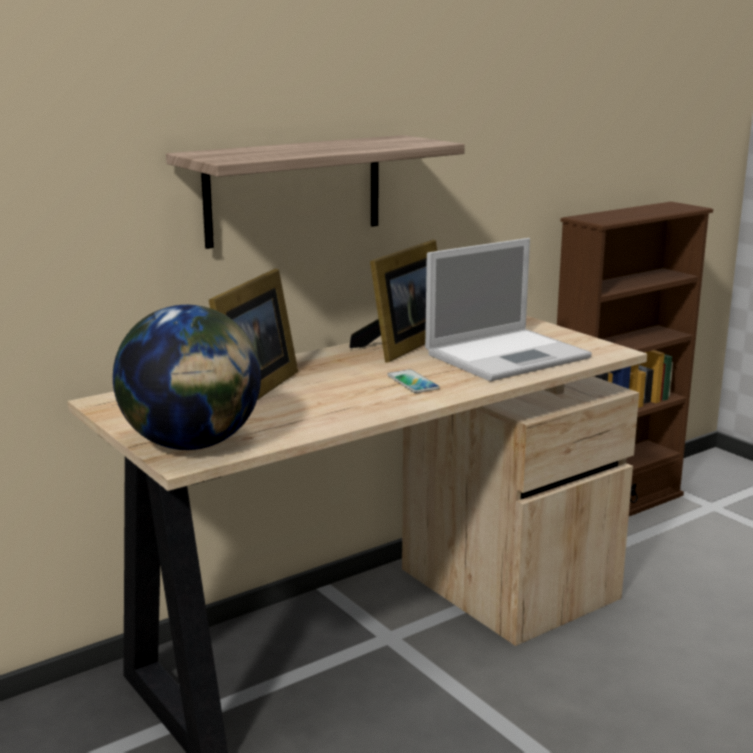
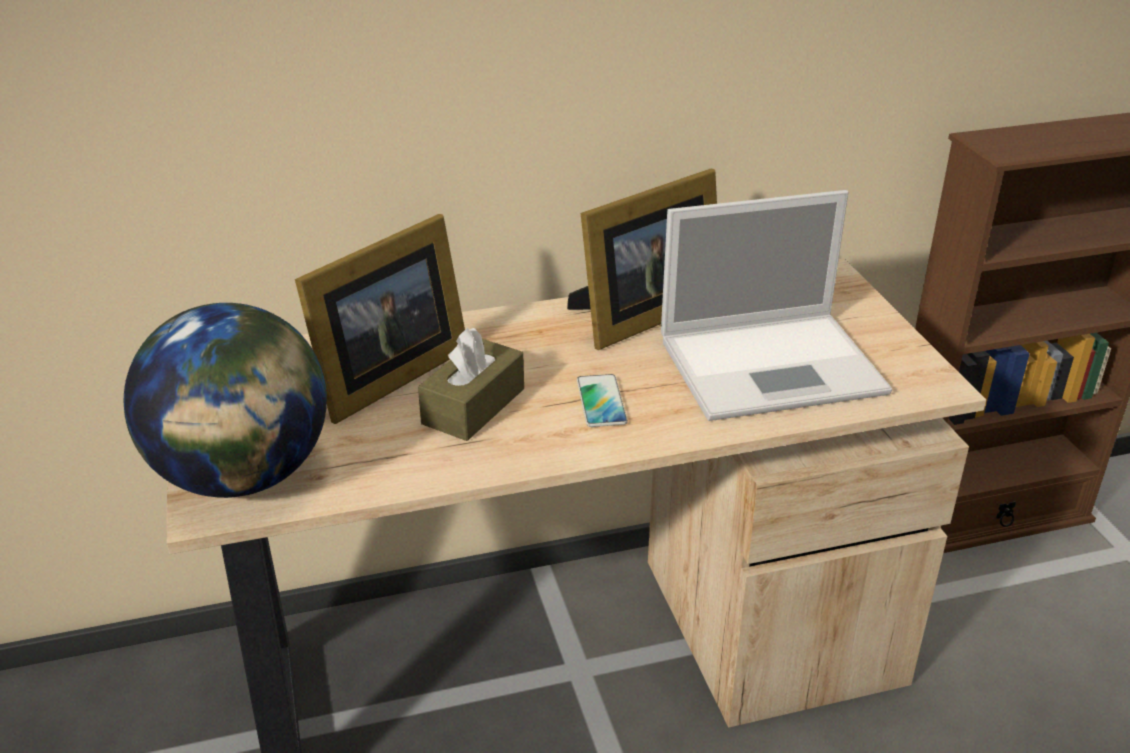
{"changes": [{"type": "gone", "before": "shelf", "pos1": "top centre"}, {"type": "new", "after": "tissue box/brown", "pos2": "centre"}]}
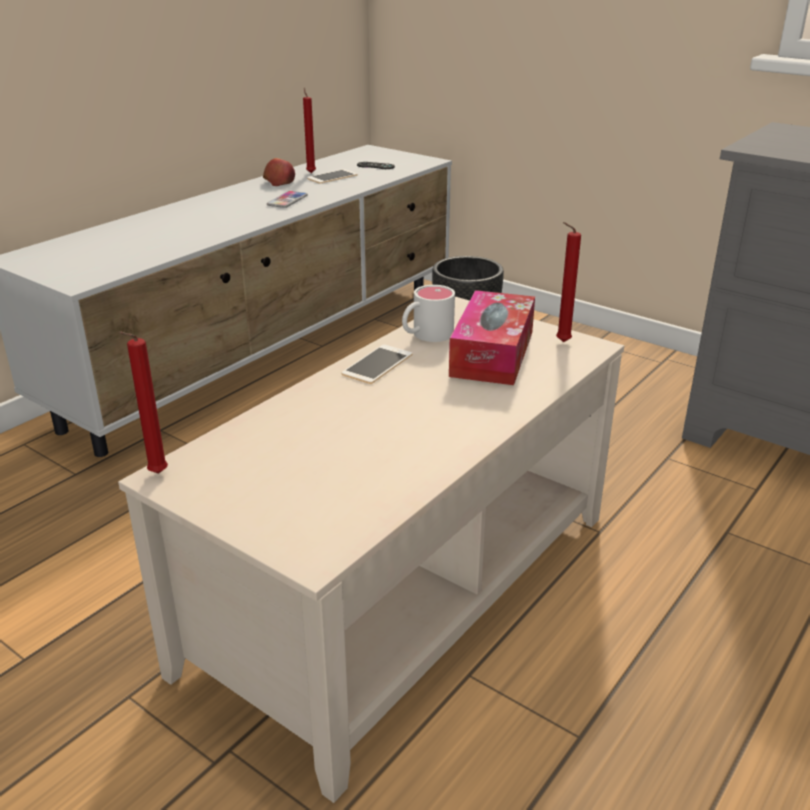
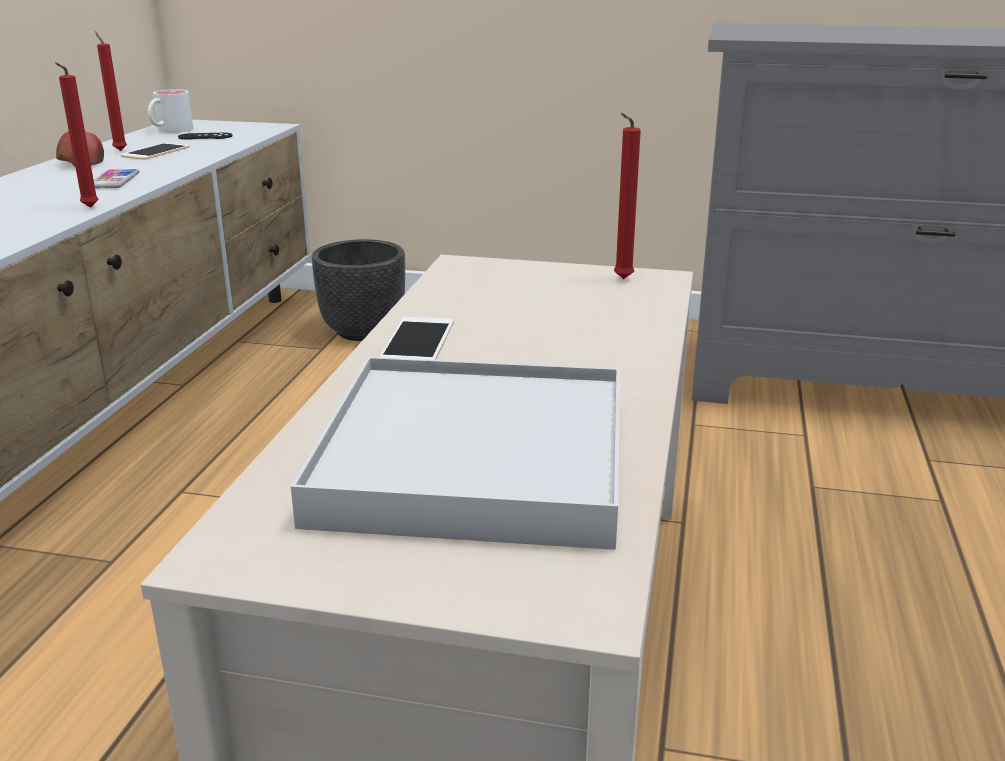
{"changes": [{"type": "gone", "before": "tissue box", "pos1": "centre"}, {"type": "new", "after": "tray/white", "pos2": "centre"}, {"type": "shifted", "before": "candle/red (no. 1 from left)", "pos1": "middle left", "pos2": "top left"}, {"type": "shifted", "before": "mug/white", "pos1": "centre", "pos2": "top left"}]}
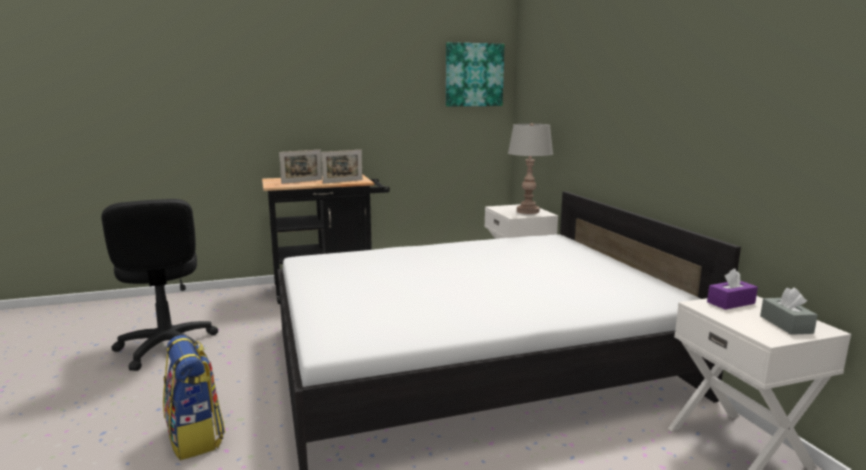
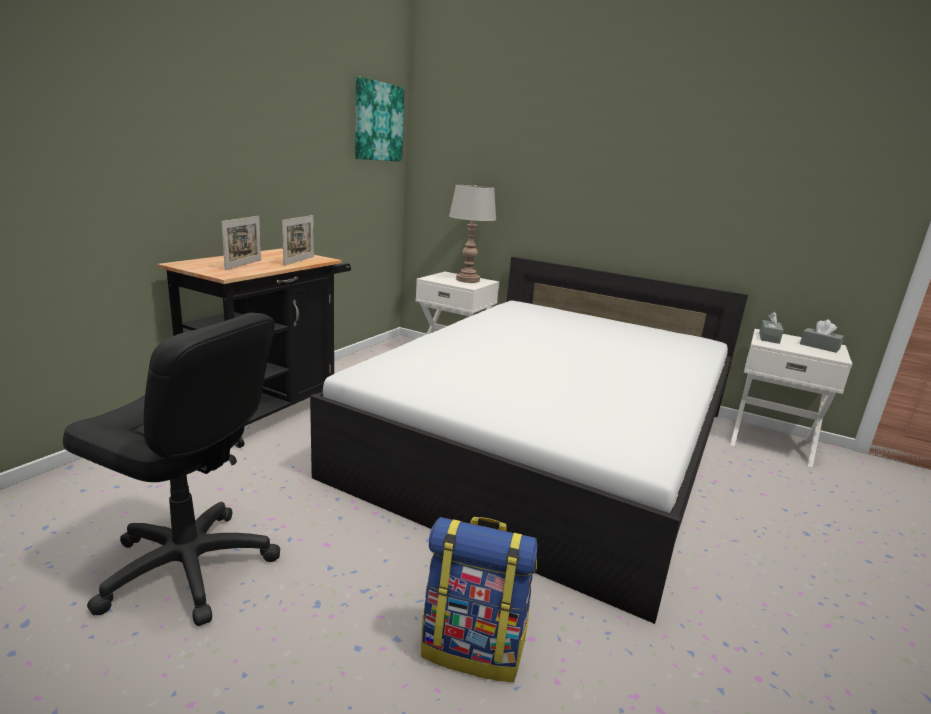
{"changes": [{"type": "repainted", "before": "tissue box/purple", "after": "tissue box/grey (no. 1 from left)", "pos1": "middle right", "pos2": "middle right"}]}
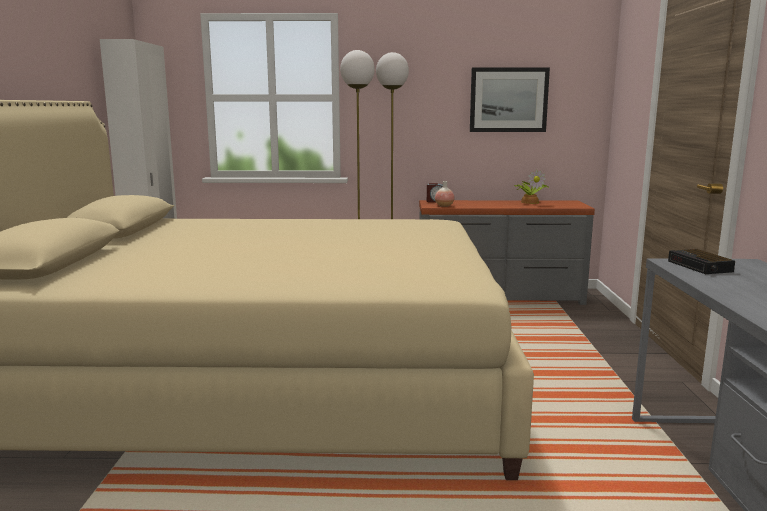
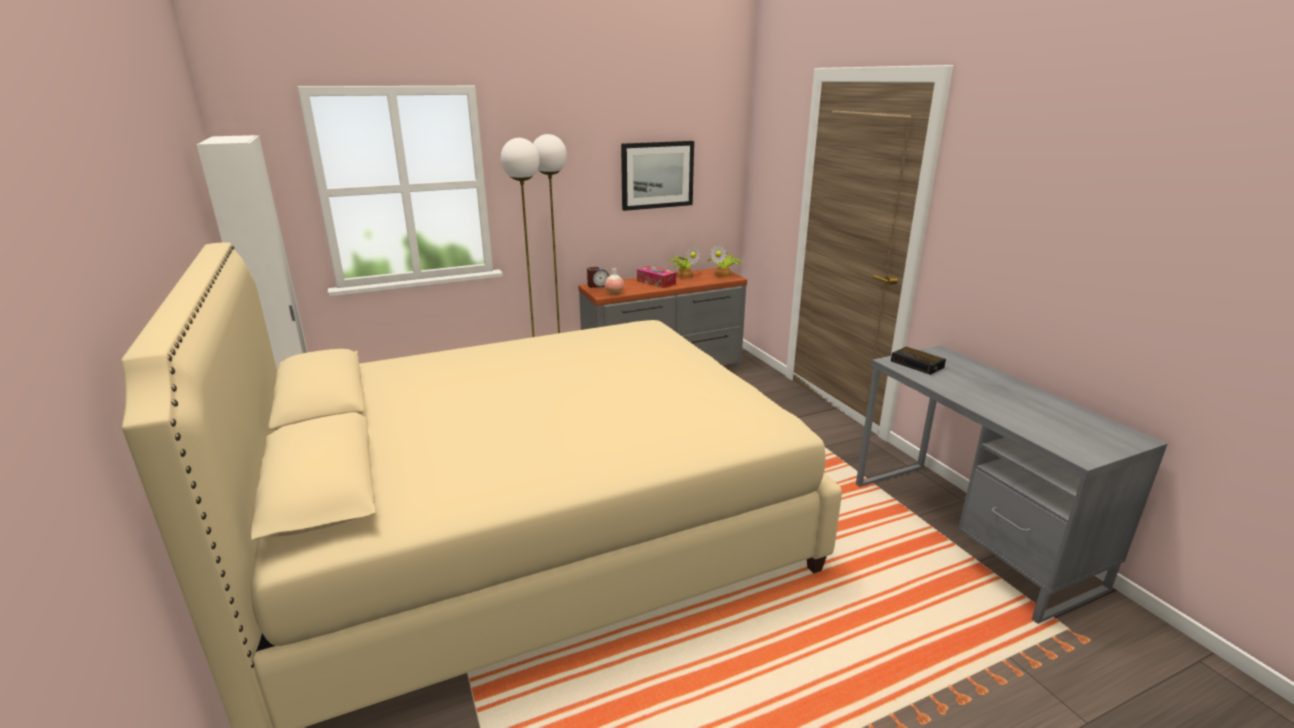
{"changes": [{"type": "new", "after": "tissue box", "pos2": "centre"}, {"type": "new", "after": "potted plant (no. 2 from left)", "pos2": "centre"}]}
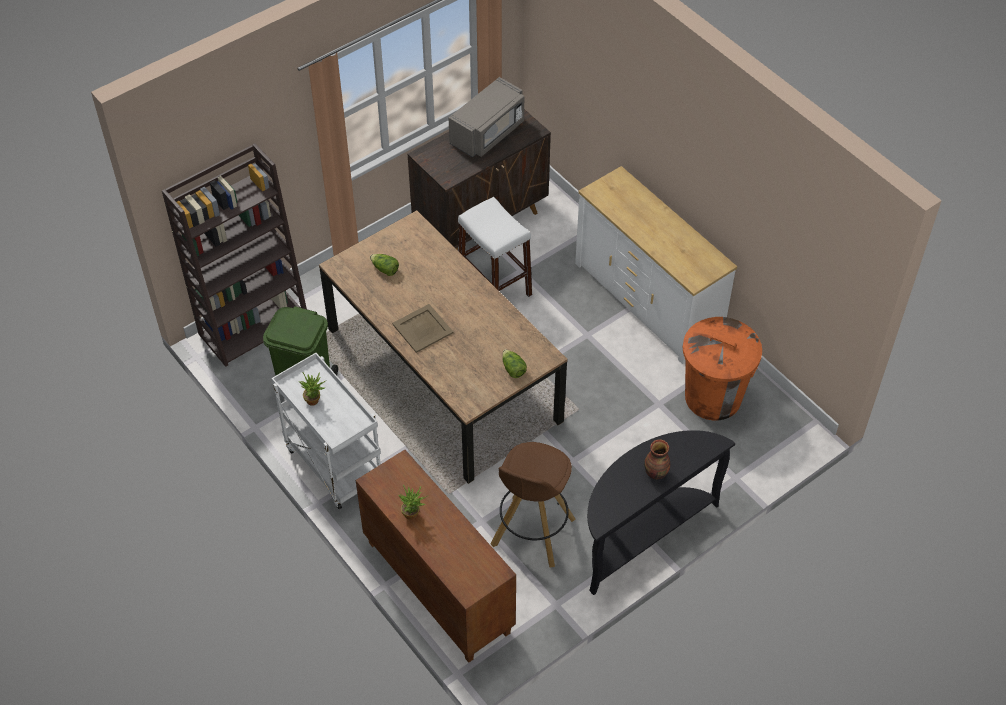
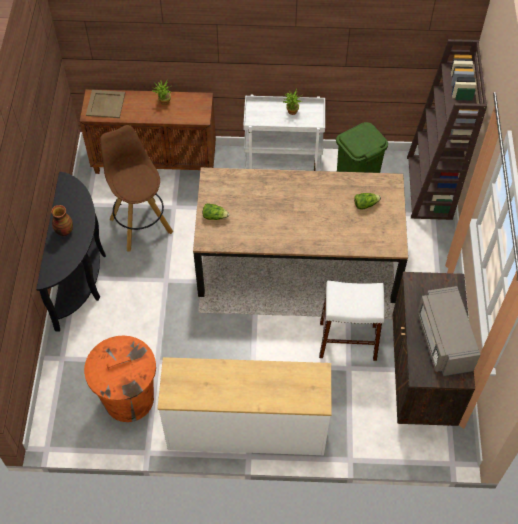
{"changes": [{"type": "shifted", "before": "tray/beige", "pos1": "centre", "pos2": "top left"}]}
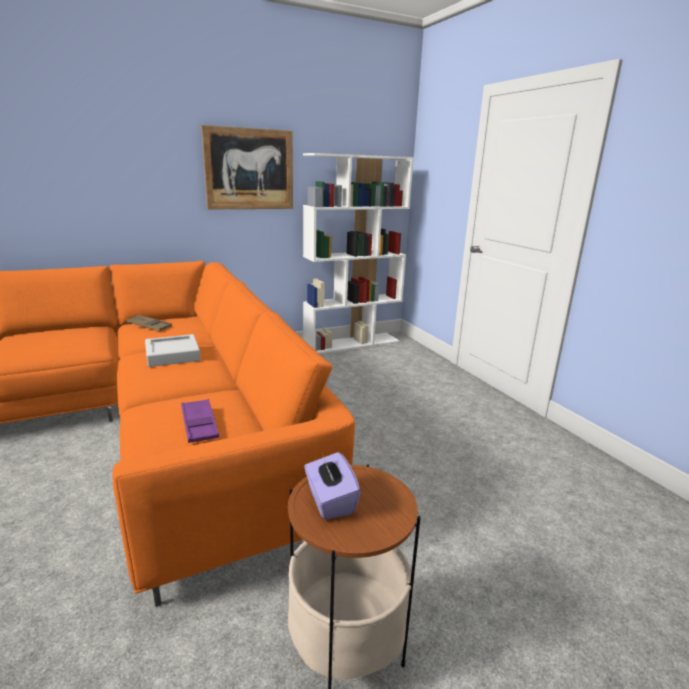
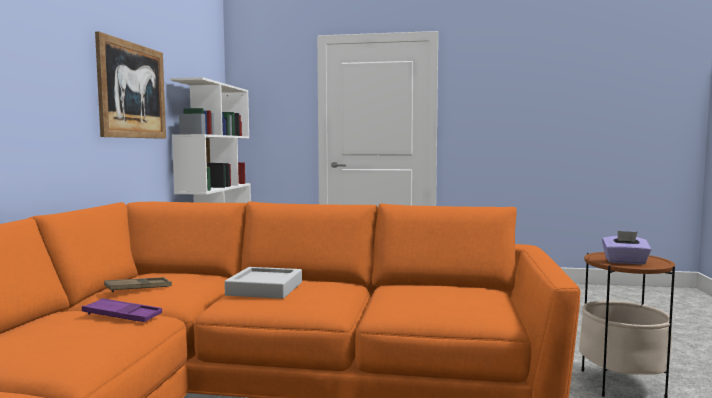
{"changes": [{"type": "shifted", "before": "tray/purple", "pos1": "middle left", "pos2": "bottom left"}]}
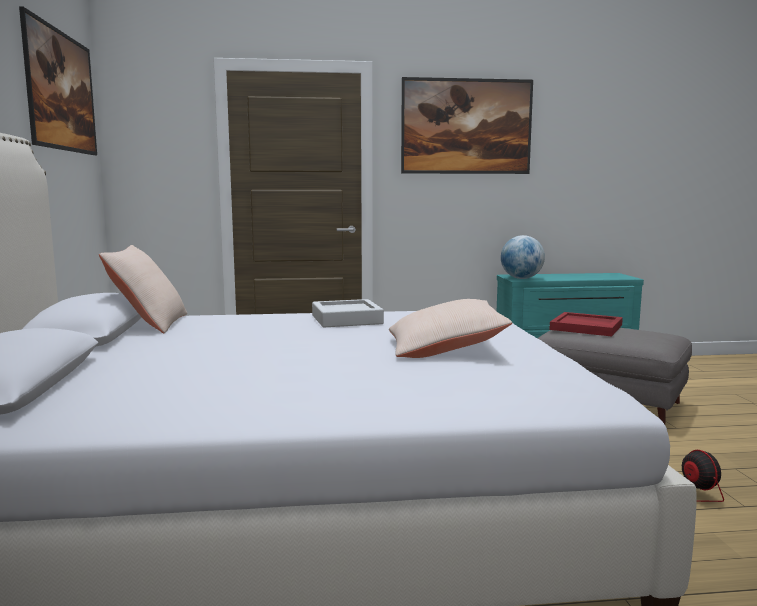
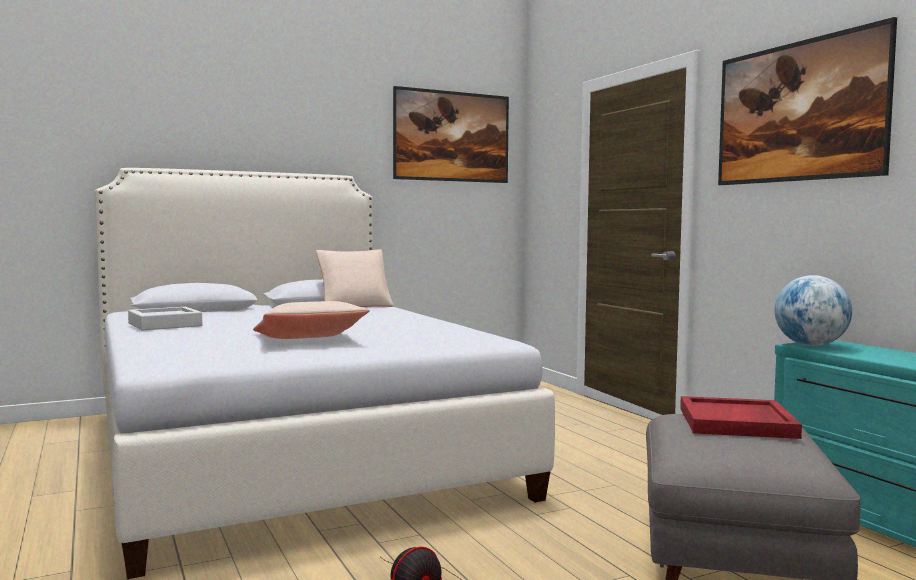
{"changes": [{"type": "shifted", "before": "tray/grey", "pos1": "centre", "pos2": "middle left"}]}
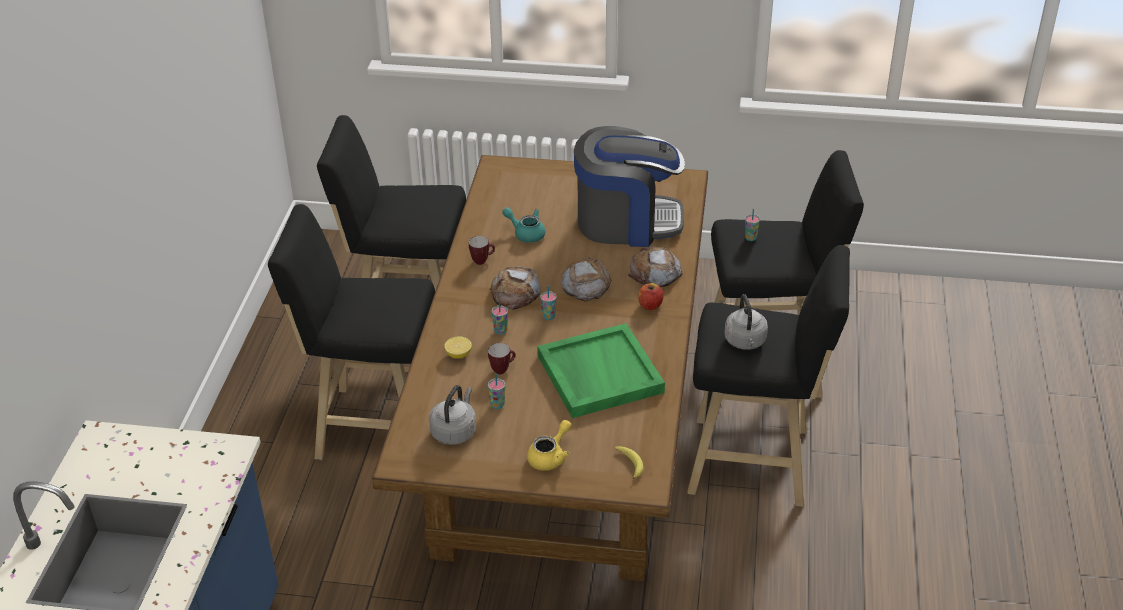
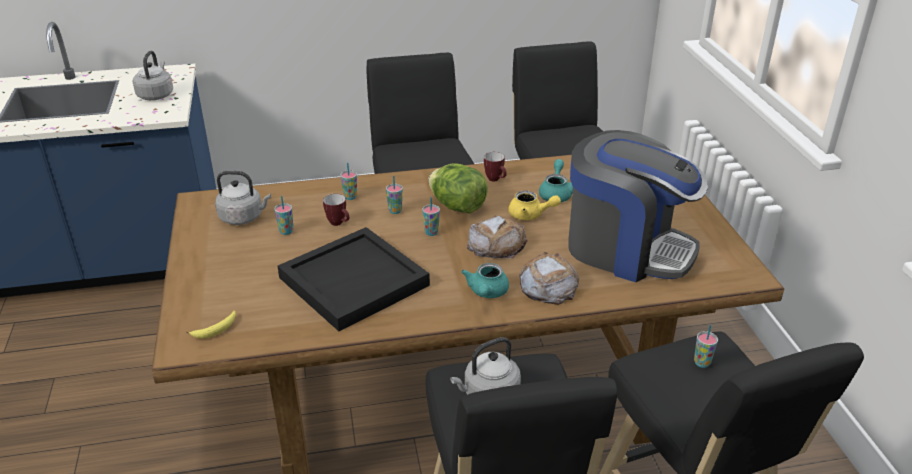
{"changes": [{"type": "new", "after": "kettle/grey (no. 1 from left)", "pos2": "top left"}, {"type": "shifted", "before": "teapot/yellow", "pos1": "bottom centre", "pos2": "centre"}, {"type": "swapped", "before": "lemon", "after": "cup (no. 2 from left)", "pos1": "centre", "pos2": "centre"}, {"type": "swapped", "before": "bread (no. 1 from left)", "after": "lettuce", "pos1": "centre", "pos2": "centre"}, {"type": "swapped", "before": "apple", "after": "teapot/turquoise (no. 1 from left)", "pos1": "centre", "pos2": "centre"}, {"type": "repainted", "before": "tray/green", "after": "tray/black", "pos1": "centre", "pos2": "centre"}, {"type": "rotated", "before": "coffee machine", "pos1": "top centre", "pos2": "middle right", "turn": -45}]}
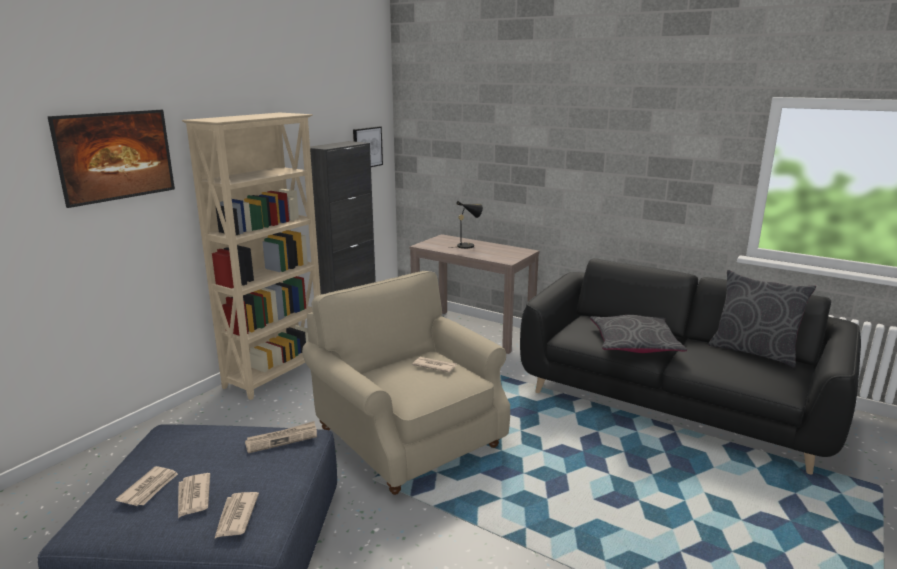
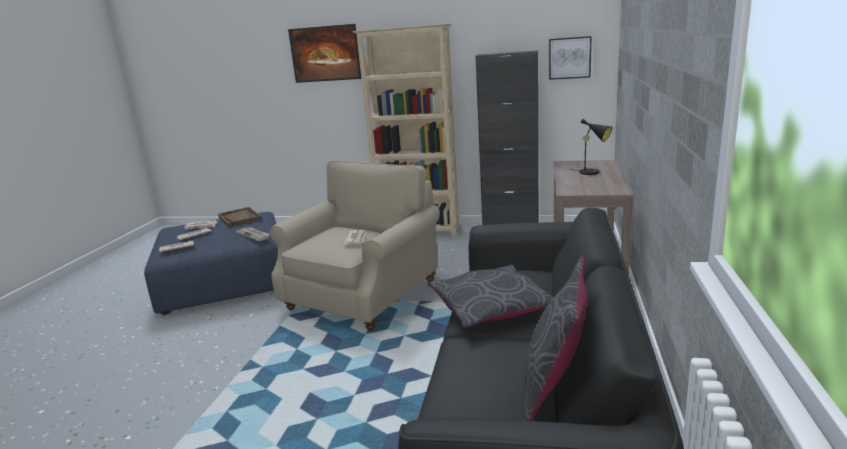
{"changes": [{"type": "new", "after": "tray/brown", "pos2": "middle left"}]}
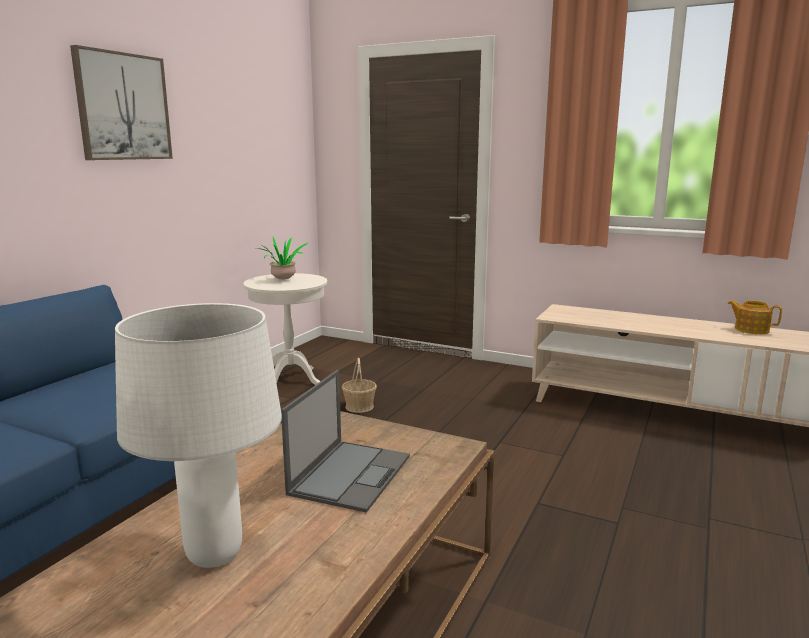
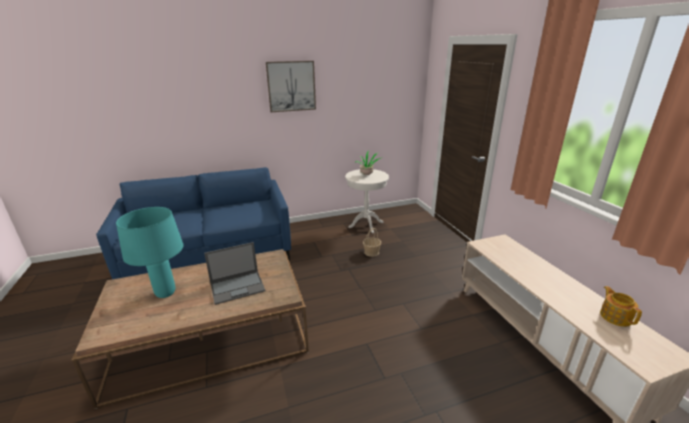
{"changes": [{"type": "repainted", "before": "table lamp/white", "after": "table lamp/turquoise", "pos1": "bottom left", "pos2": "middle left"}]}
